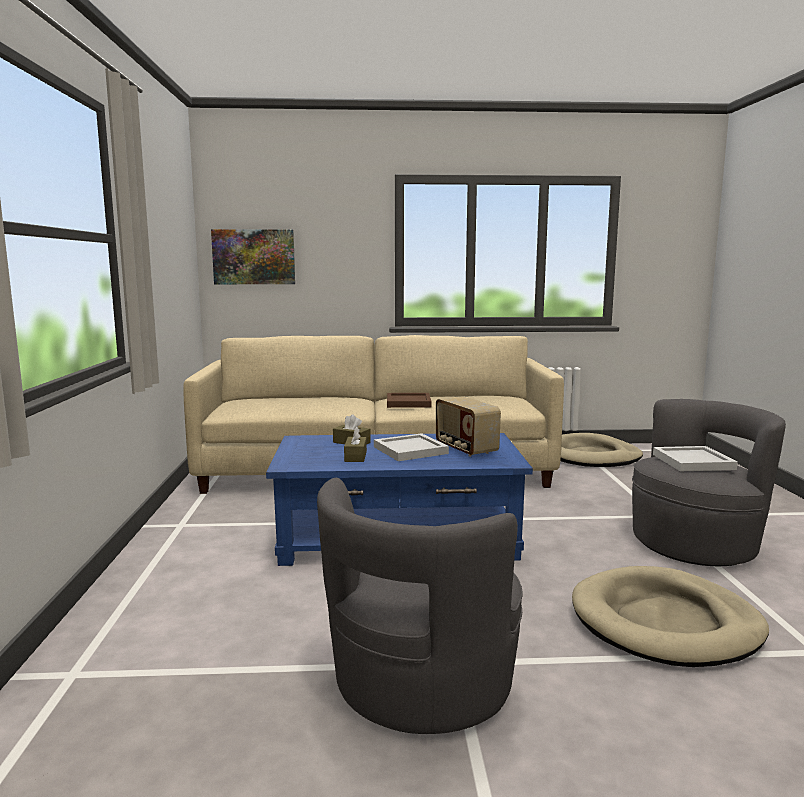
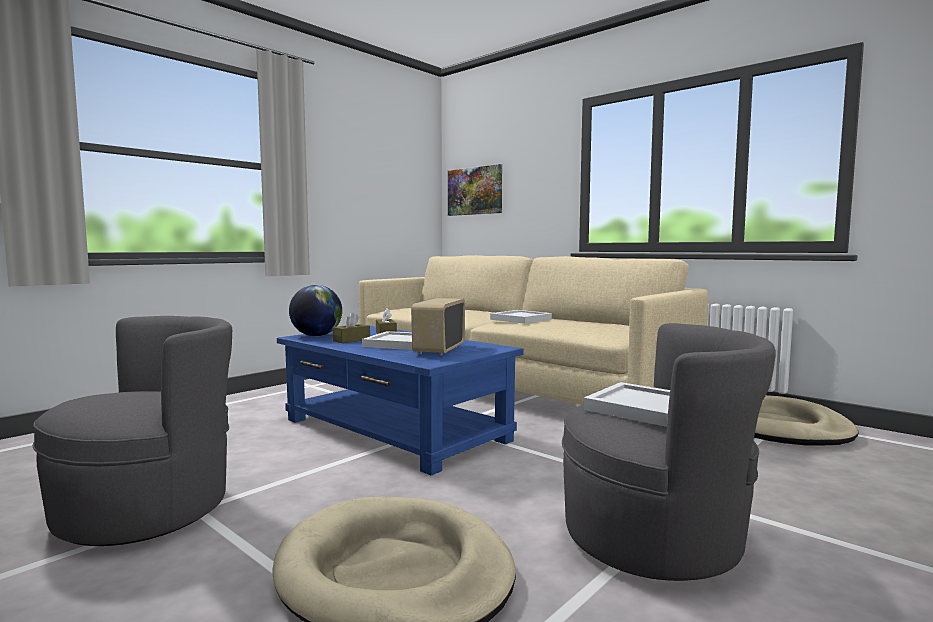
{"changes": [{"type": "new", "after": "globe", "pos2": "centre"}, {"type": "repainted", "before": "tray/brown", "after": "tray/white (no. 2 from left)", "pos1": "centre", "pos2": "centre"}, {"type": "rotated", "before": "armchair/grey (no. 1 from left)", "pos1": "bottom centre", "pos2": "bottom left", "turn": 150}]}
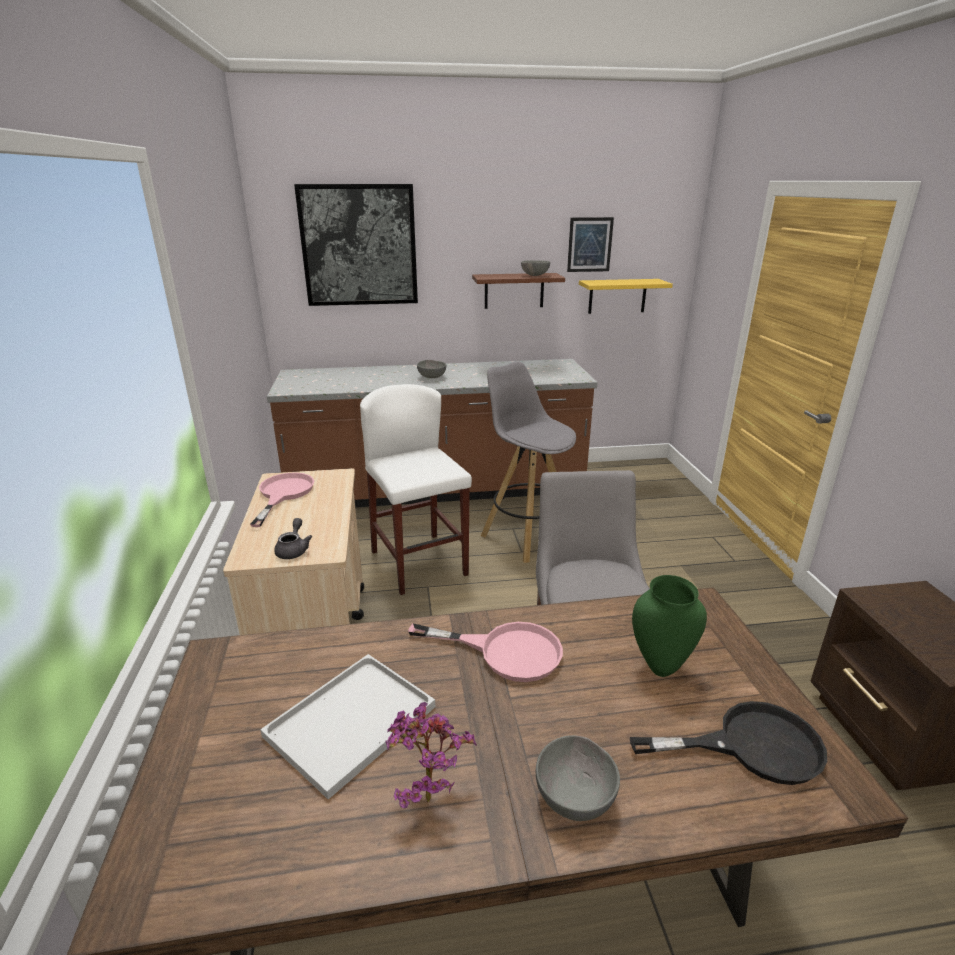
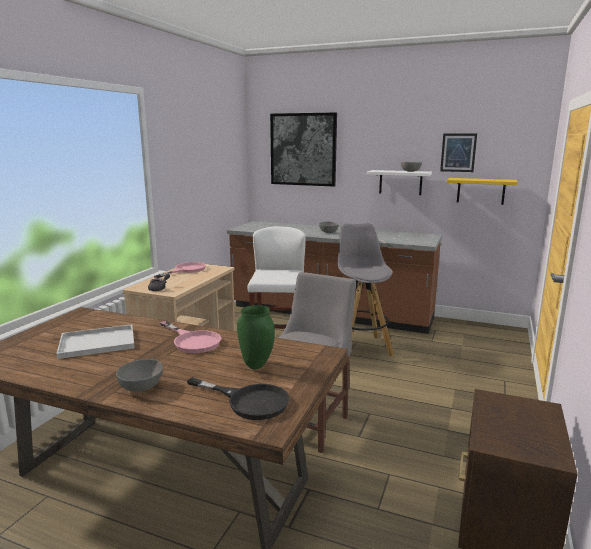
{"changes": [{"type": "gone", "before": "potted plant", "pos1": "bottom centre"}, {"type": "repainted", "before": "shelf/brown", "after": "shelf/white", "pos1": "top centre", "pos2": "top right"}]}
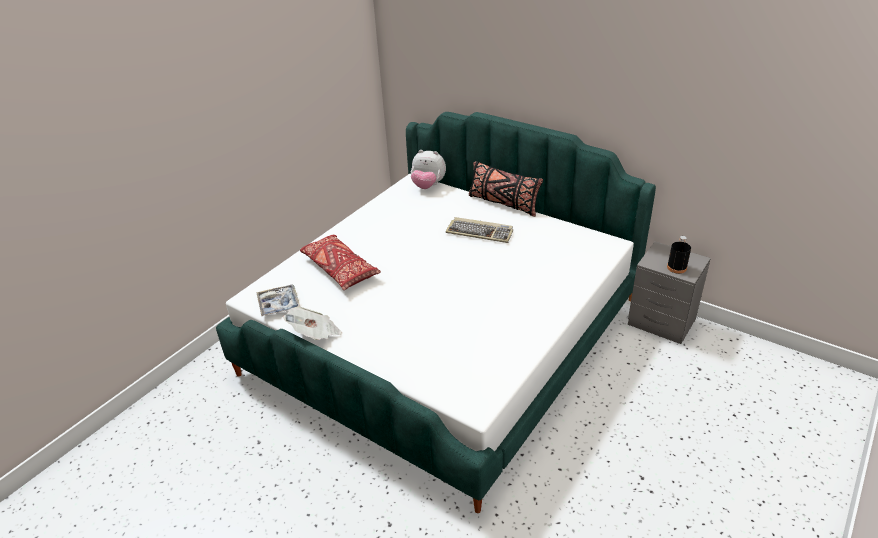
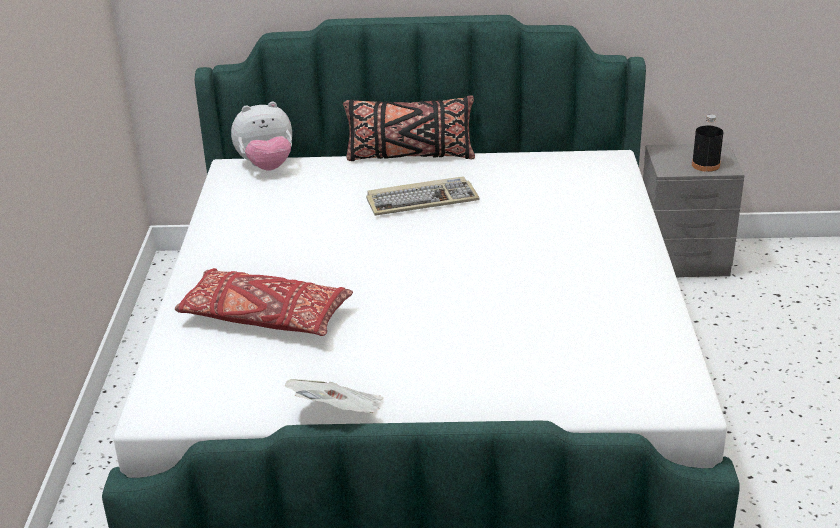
{"changes": [{"type": "gone", "before": "tray", "pos1": "middle left"}]}
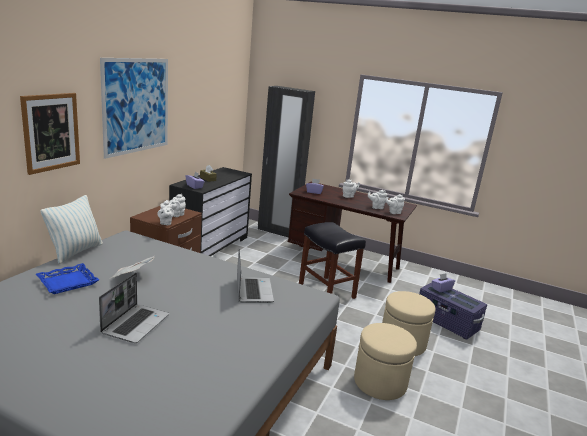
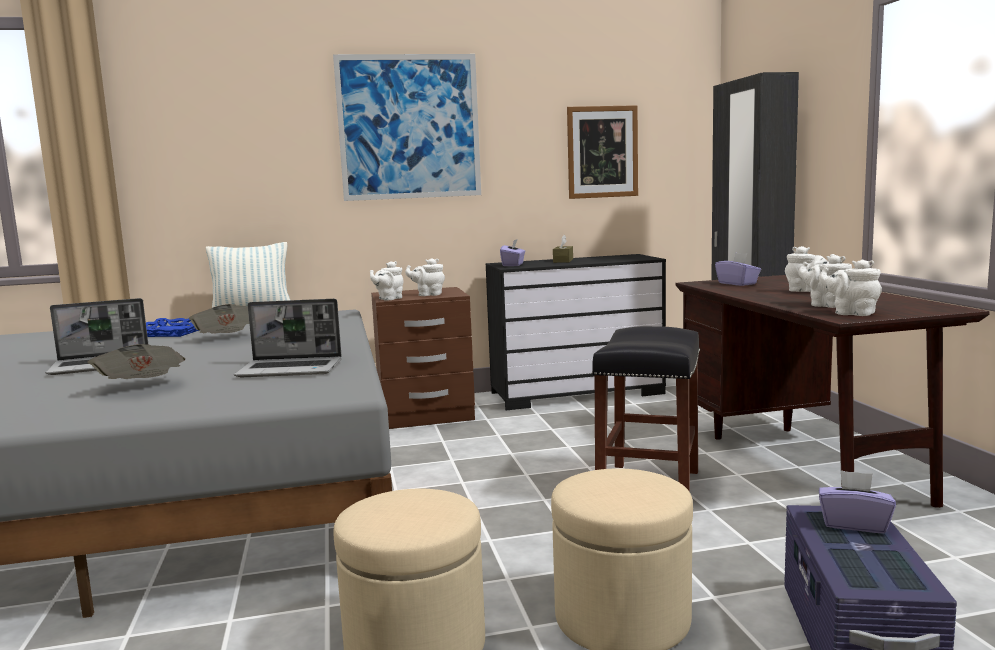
{"changes": [{"type": "new", "after": "newspaper (no. 1 from left)", "pos2": "middle left"}, {"type": "shifted", "before": "picture (no. 1 from left in the first image)", "after": "picture (no. 2 from left)", "pos1": "top left", "pos2": "top centre"}, {"type": "rotated", "before": "laptop (no. 2 from left)", "pos1": "centre", "pos2": "middle left", "turn": 45}]}
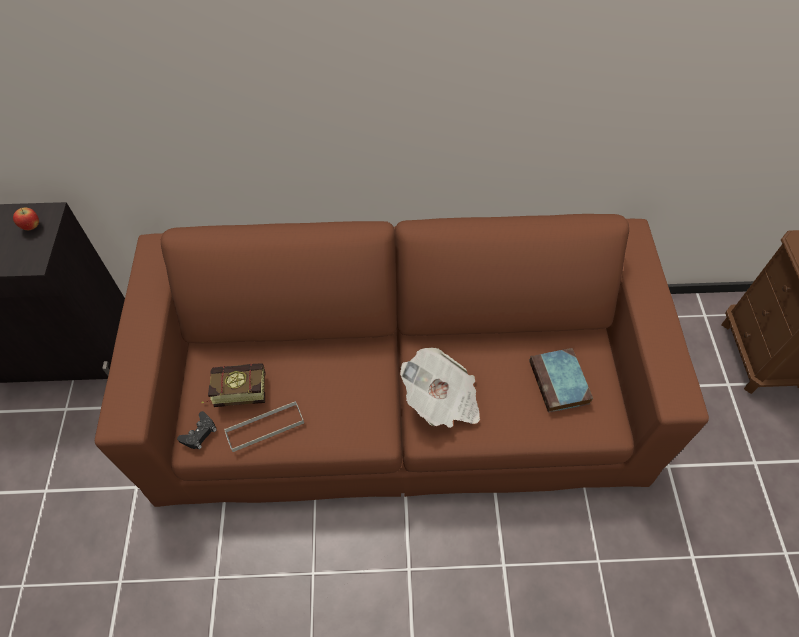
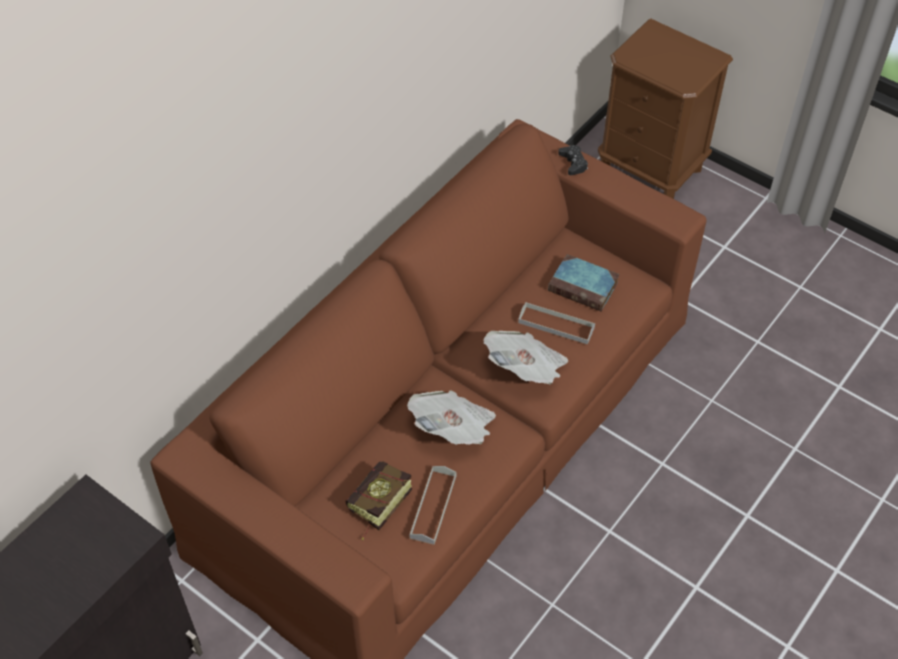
{"changes": [{"type": "gone", "before": "apple", "pos1": "middle left"}, {"type": "new", "after": "newspaper (no. 1 from left)", "pos2": "centre"}, {"type": "new", "after": "tray/grey (no. 2 from left)", "pos2": "centre"}, {"type": "shifted", "before": "game controller/black", "pos1": "bottom left", "pos2": "top centre"}]}
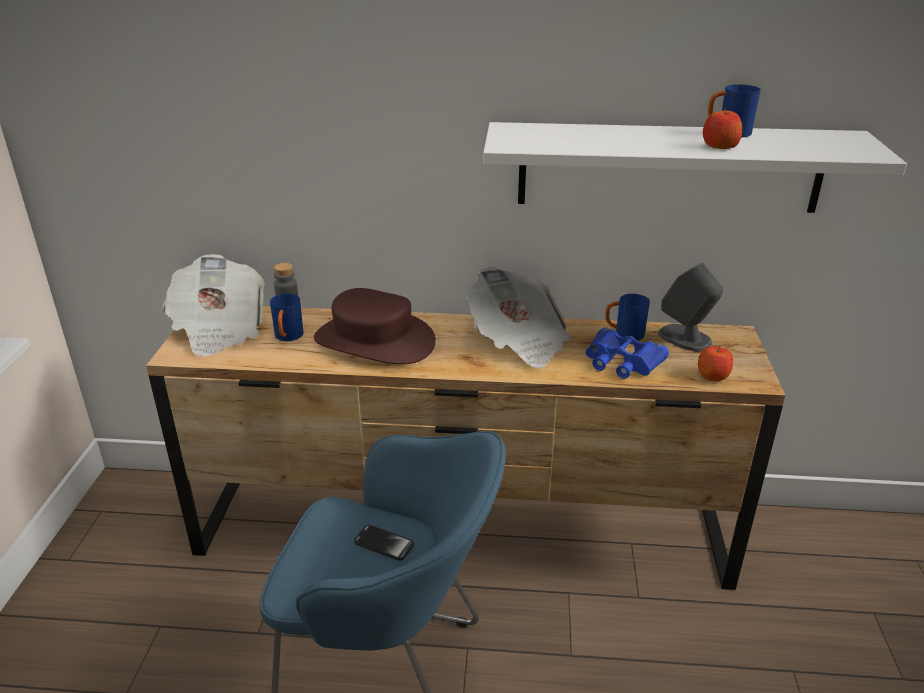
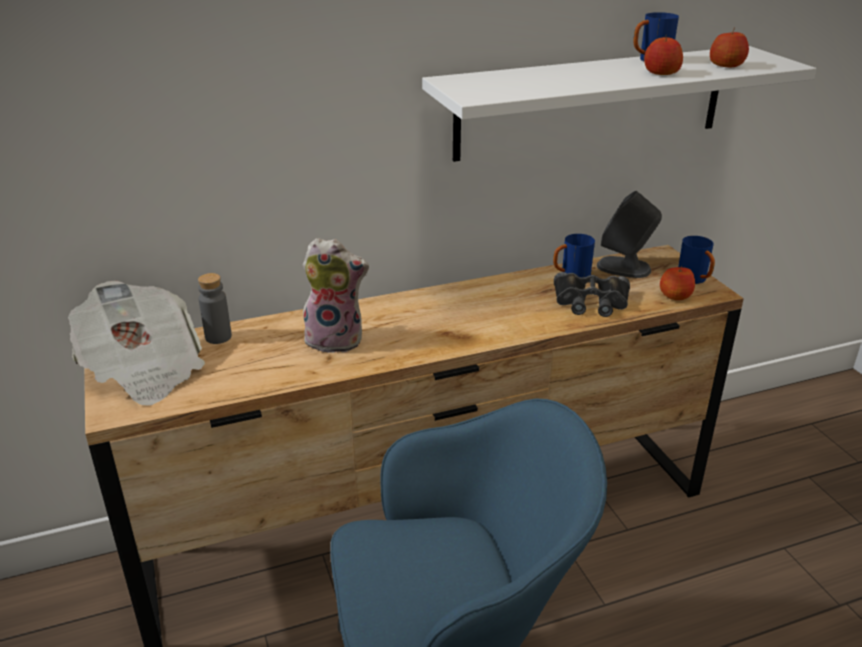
{"changes": [{"type": "gone", "before": "phone", "pos1": "bottom centre"}, {"type": "gone", "before": "newspaper (no. 2 from left)", "pos1": "centre"}, {"type": "new", "after": "apple (no. 3 from left)", "pos2": "top right"}, {"type": "shifted", "before": "mug/blue (no. 1 from left in the first image)", "after": "mug/blue (no. 3 from left)", "pos1": "middle left", "pos2": "middle right"}, {"type": "swapped", "before": "hat/brown", "after": "plush toy", "pos1": "centre", "pos2": "centre"}, {"type": "repainted", "before": "binoculars/blue", "after": "binoculars/black", "pos1": "middle right", "pos2": "middle right"}]}
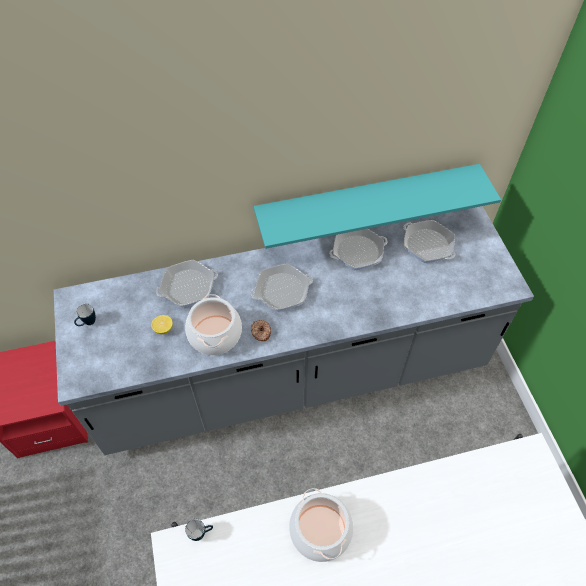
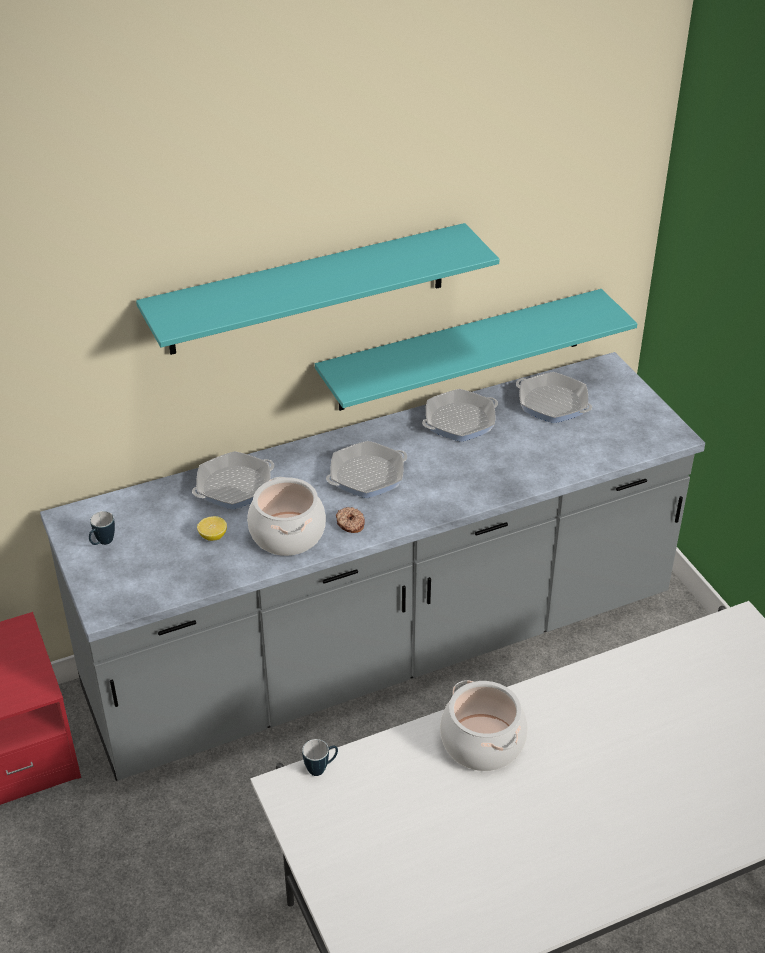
{"changes": [{"type": "new", "after": "shelf/turquoise (no. 1 from left)", "pos2": "top centre"}]}
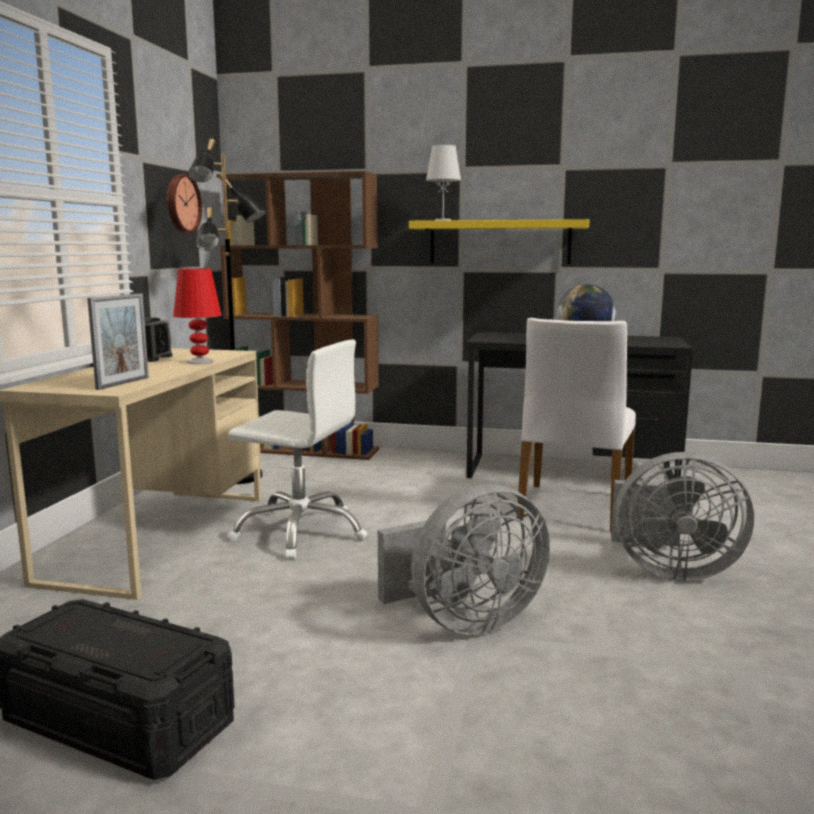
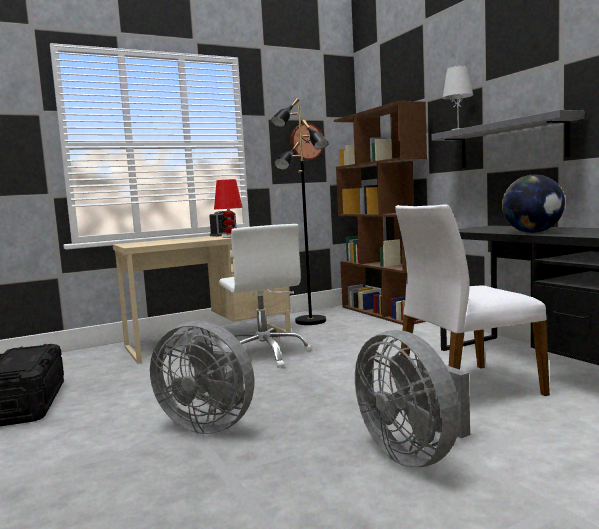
{"changes": [{"type": "gone", "before": "picture frame", "pos1": "middle left"}, {"type": "repainted", "before": "shelf/yellow", "after": "shelf/grey", "pos1": "top centre", "pos2": "top right"}]}
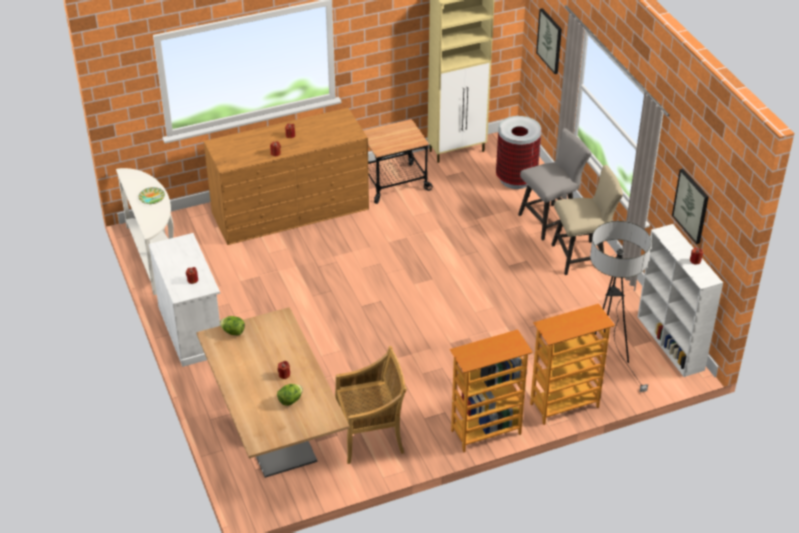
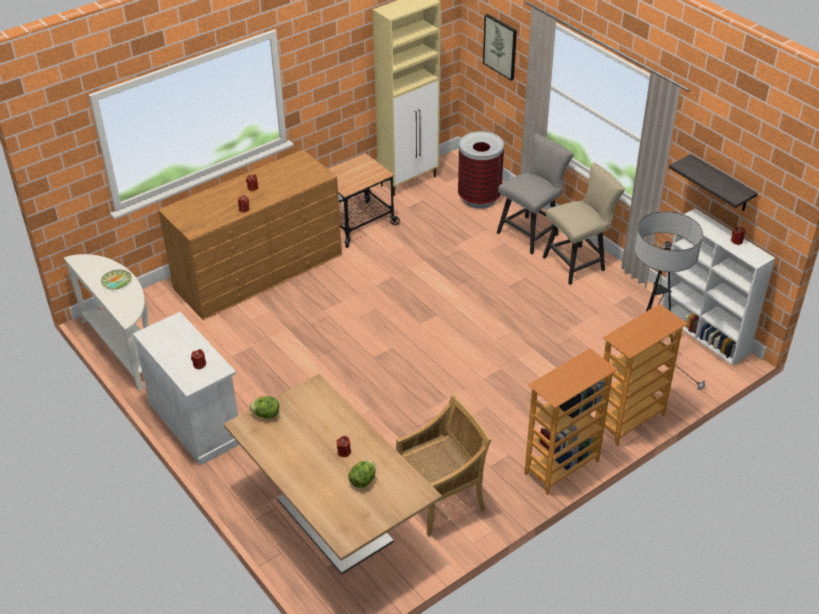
{"changes": [{"type": "swapped", "before": "picture (no. 2 from left)", "after": "shelf", "pos1": "middle right", "pos2": "top right"}]}
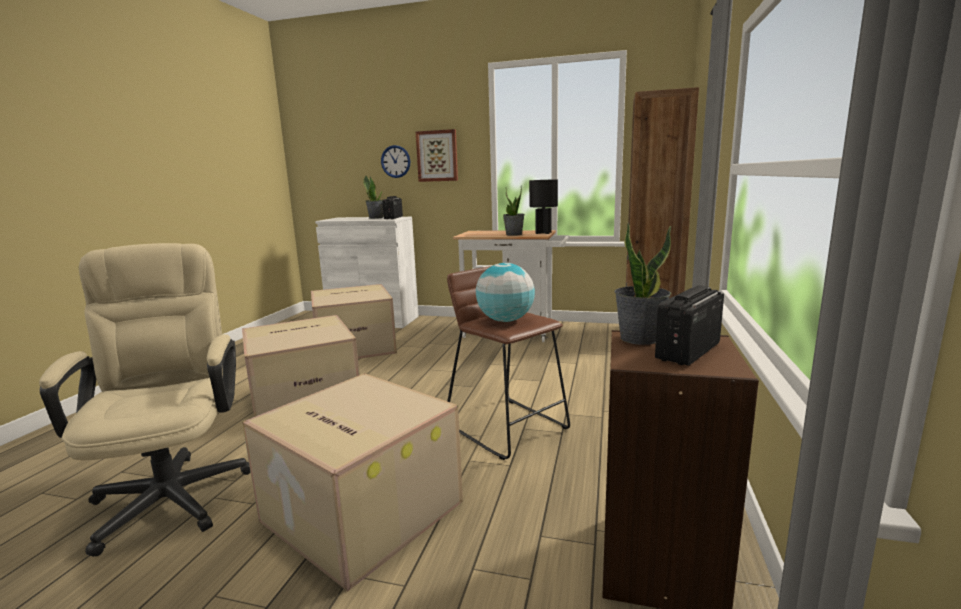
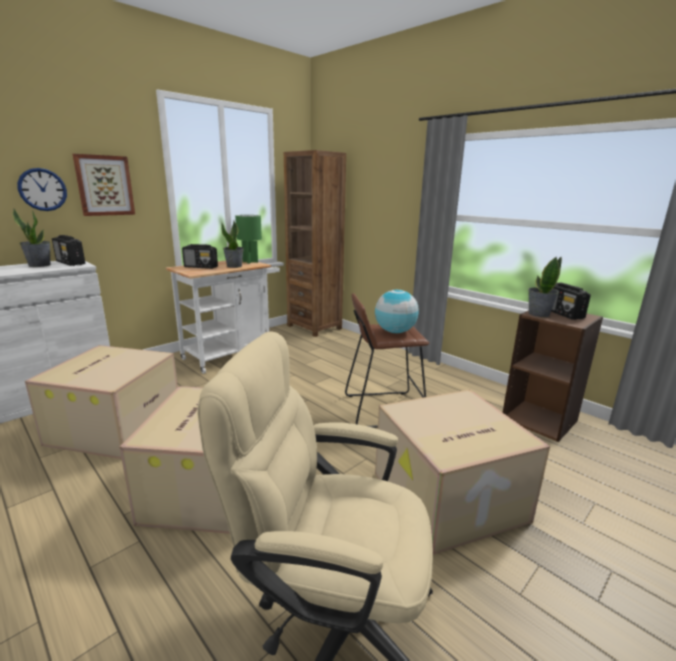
{"changes": [{"type": "new", "after": "radio (no. 2 from left)", "pos2": "middle left"}, {"type": "repainted", "before": "table lamp/black", "after": "table lamp/green", "pos1": "centre", "pos2": "centre"}]}
